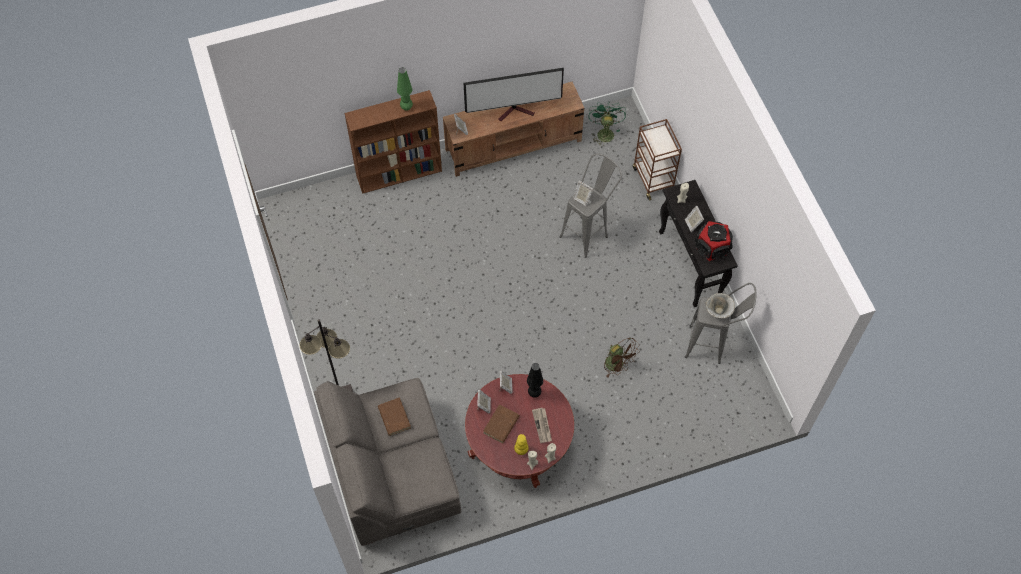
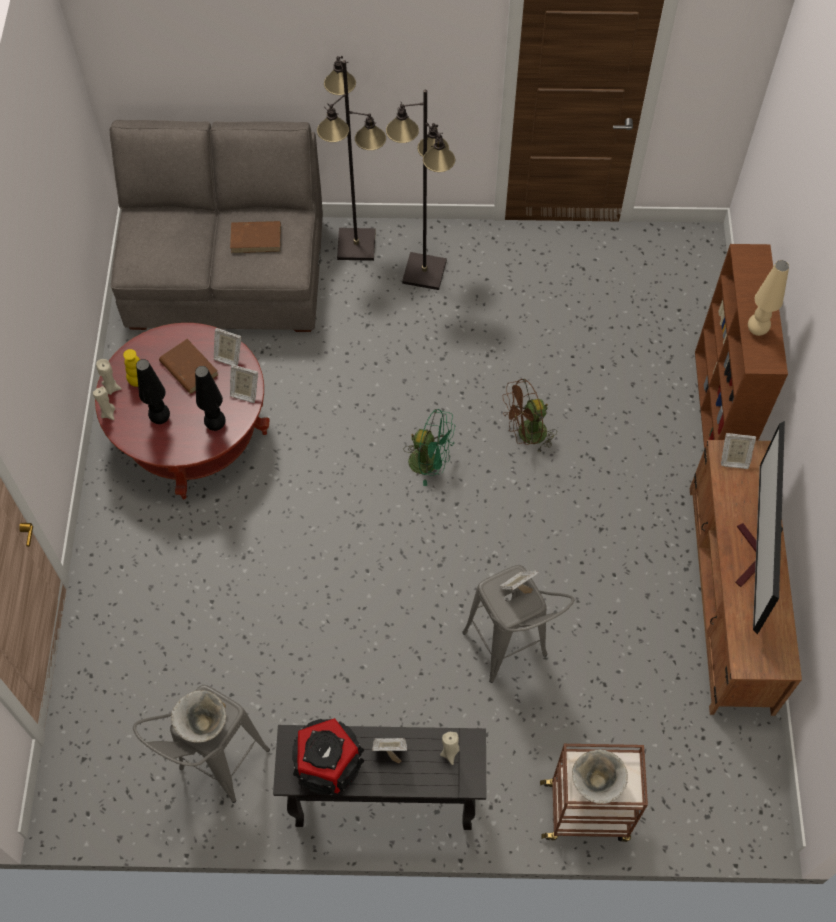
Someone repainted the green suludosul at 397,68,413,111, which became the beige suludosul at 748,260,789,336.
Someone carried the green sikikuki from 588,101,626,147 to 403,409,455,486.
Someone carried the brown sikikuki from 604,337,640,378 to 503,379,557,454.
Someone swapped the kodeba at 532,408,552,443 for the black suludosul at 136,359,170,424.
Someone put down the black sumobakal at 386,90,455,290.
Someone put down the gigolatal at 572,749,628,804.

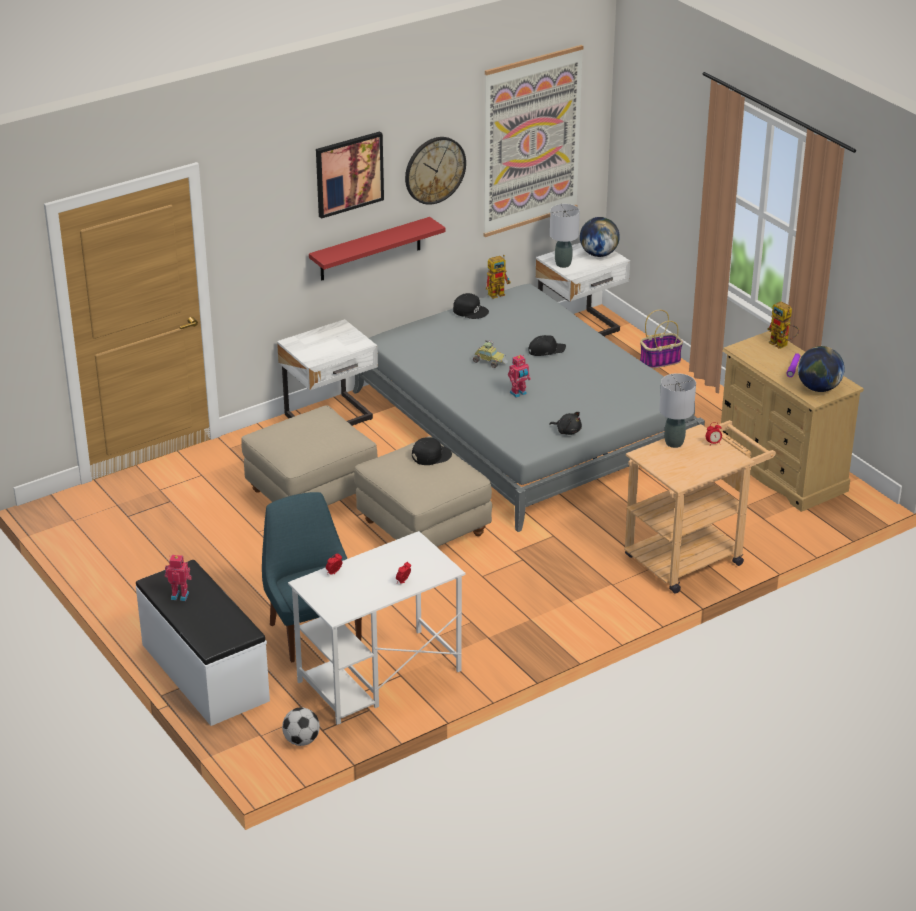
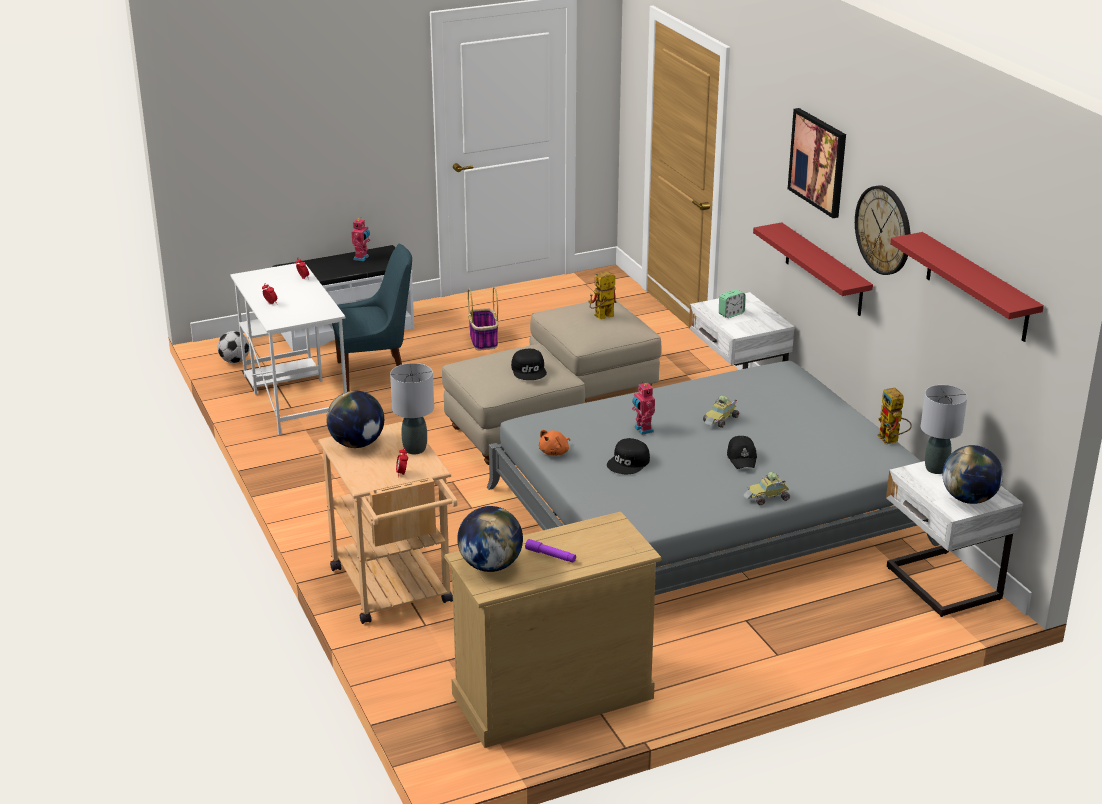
Someone swapped the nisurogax at 483,45,584,237 for the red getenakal at 890,232,1044,342.
Someone carried the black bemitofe from 453,293,489,319 to 607,438,650,474.
Someone carried the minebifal from 767,301,799,349 to 588,271,616,319.
Someone carried the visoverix from 640,310,683,369 to 468,287,498,350.
Someone repainted the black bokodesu at 549,412,582,435, which became the orange bokodesu at 539,430,570,456.
Someone put down the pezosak at 719,289,746,318.
Someone put down the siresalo at 326,391,384,448.
Someone put down the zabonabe at 744,472,790,505.

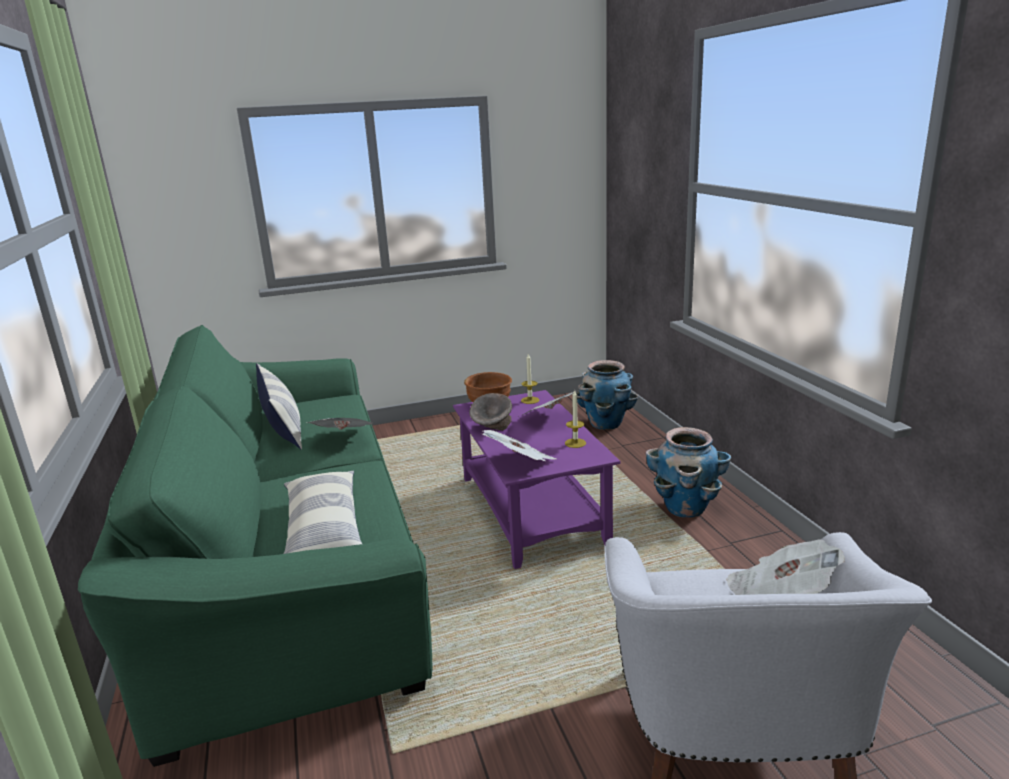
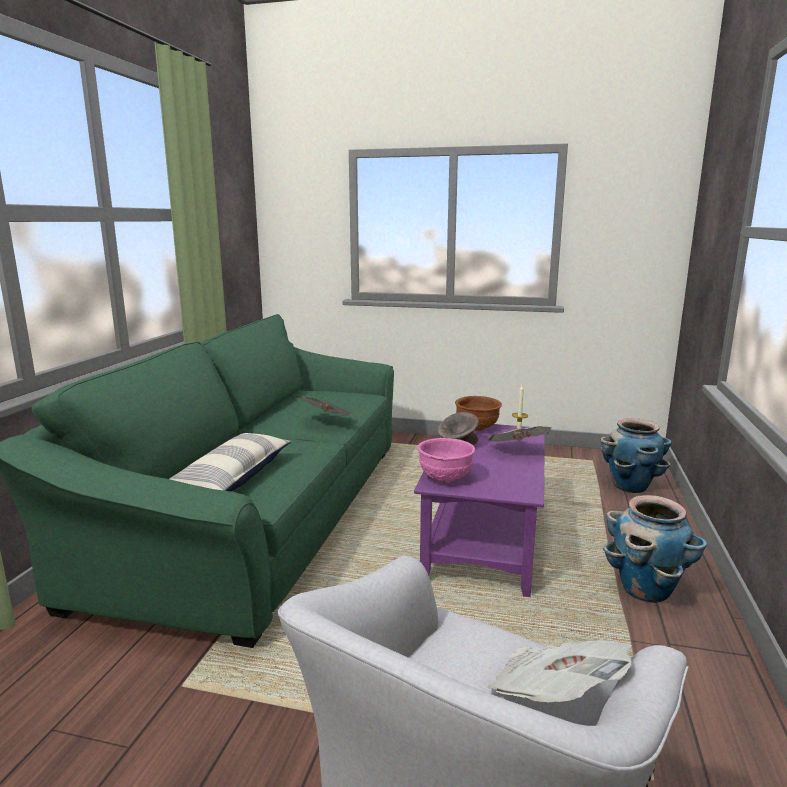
Someone took away the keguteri at 256,363,302,449.
Someone took away the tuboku at 565,389,586,448.
Someone swapped the kodeba at 482,430,556,461 for the pink gigolatal at 417,438,475,482.

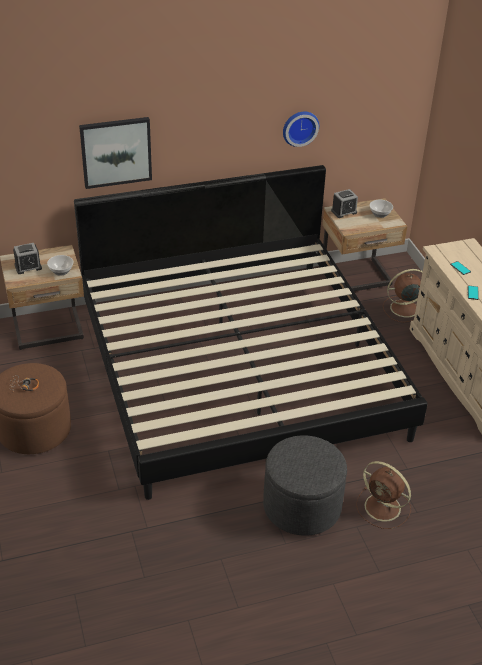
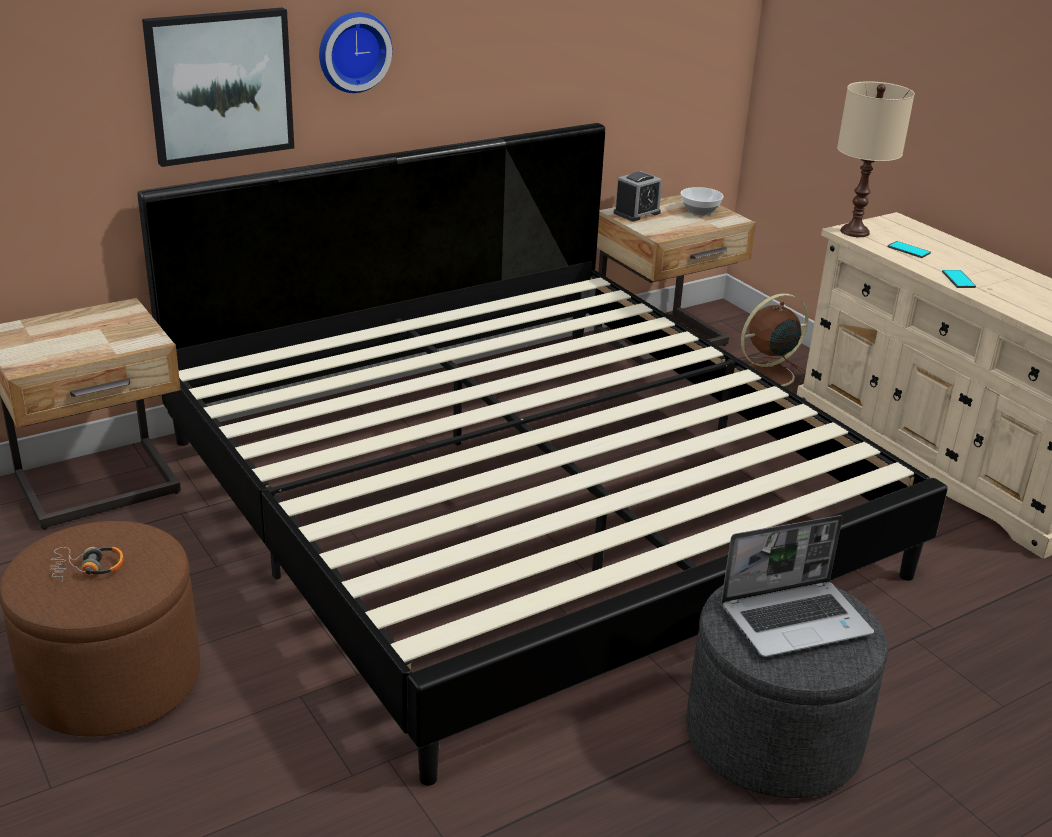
Someone carried the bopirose from 283,112,319,147 to 319,12,392,93.
Someone took away the pezosak at 13,243,42,274.
Someone took away the gigolatal at 47,255,73,276.
Someone took away the brown sikikuki at 356,461,411,529.
Someone put down the beige suludosul at 837,81,915,237.
Someone put down the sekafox at 721,515,874,657.

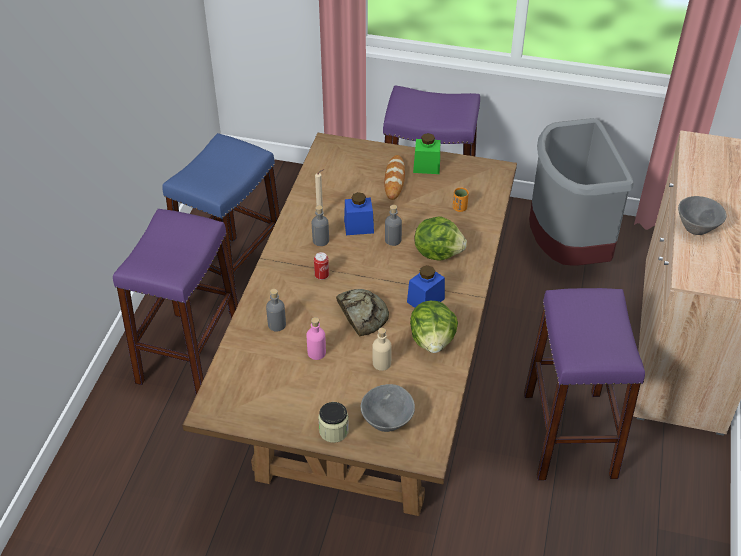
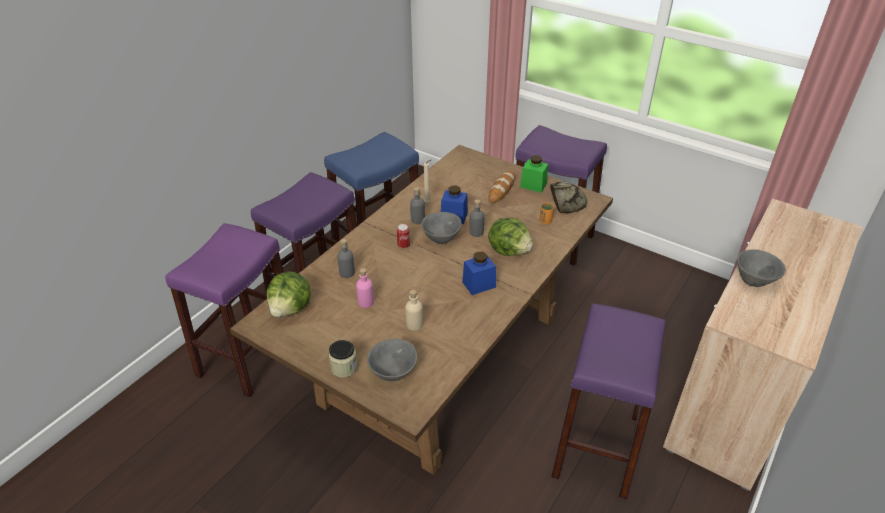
Someone took away the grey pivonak at 529,118,633,266.
Someone carried the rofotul from 336,289,389,336 to 550,181,587,213.
Someone carried the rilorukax from 410,301,458,353 to 267,271,311,317.
Someone put down the grey gigolatal at 421,212,462,244.
Someone put down the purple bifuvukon at 165,223,284,397.

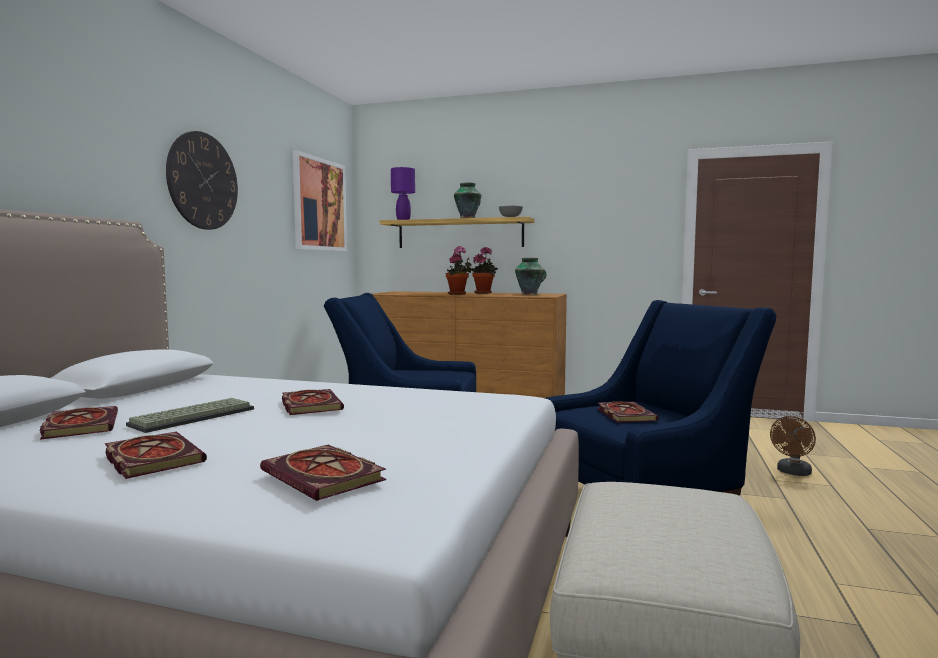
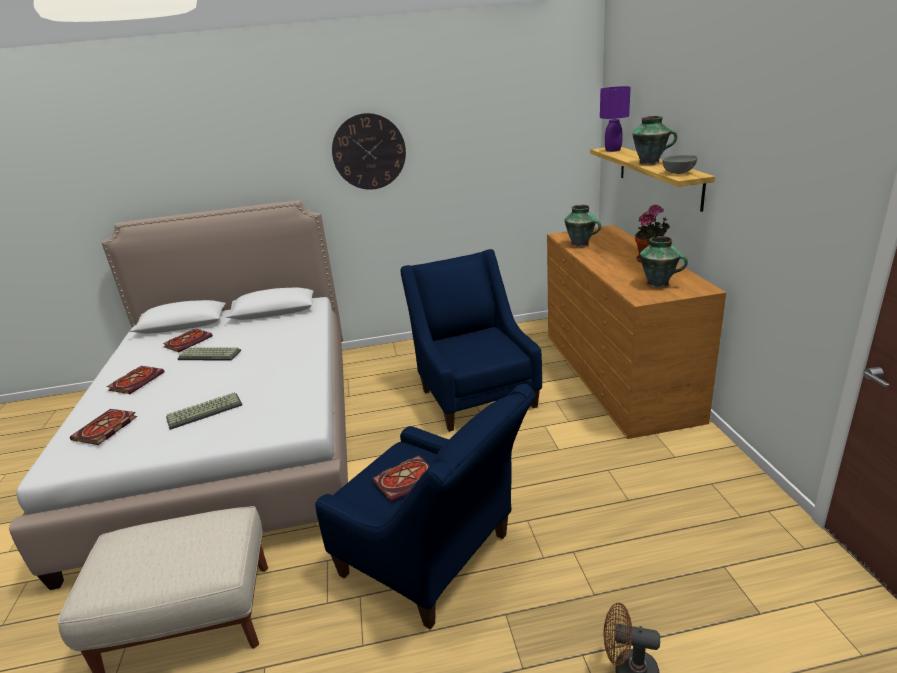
Someone took away the nisurogax at 293,150,347,251.
Someone took away the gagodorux at 445,246,472,295.
Someone took away the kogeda at 282,389,344,415.
Someone put down the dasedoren at 564,205,601,247.
Someone put down the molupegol at 166,392,242,430.

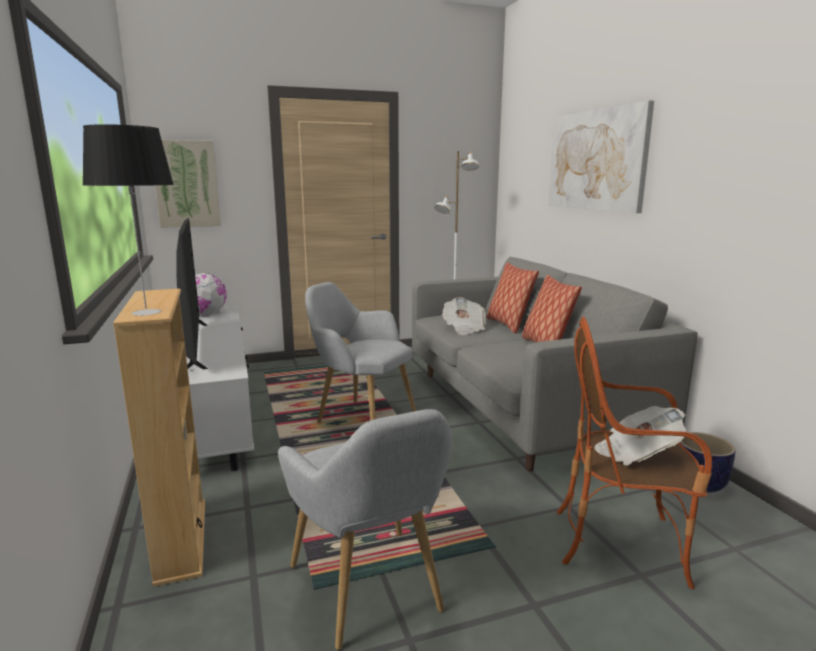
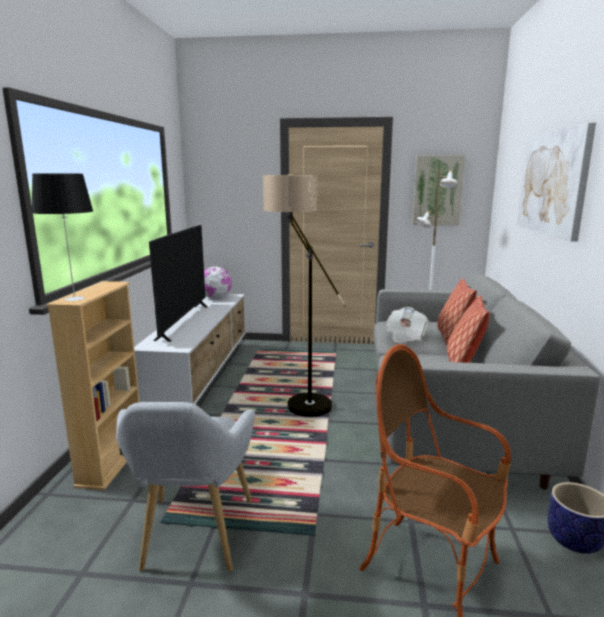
Someone carried the nisurogax from 155,140,221,228 to 412,155,465,225.
Someone swapped the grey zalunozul at 305,282,416,423 for the sumobakal at 263,174,346,417.
Someone took away the kodeba at 594,406,687,466.

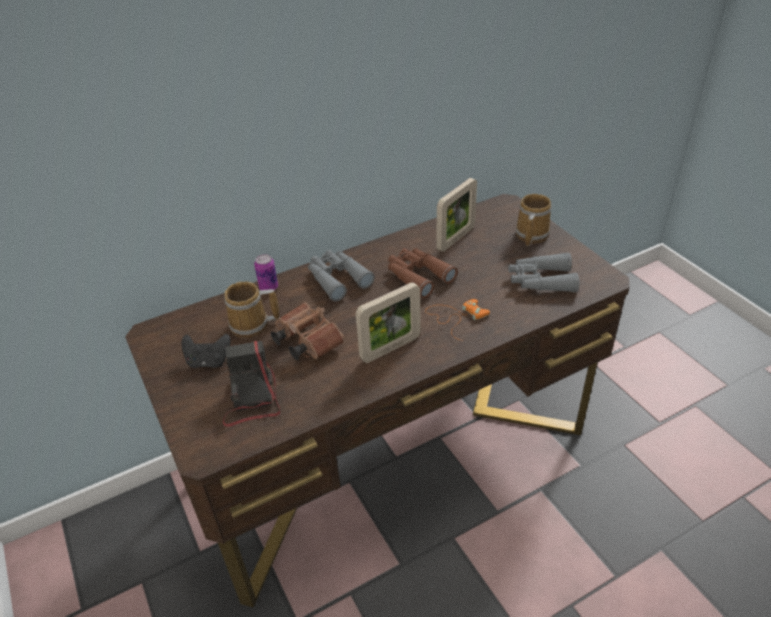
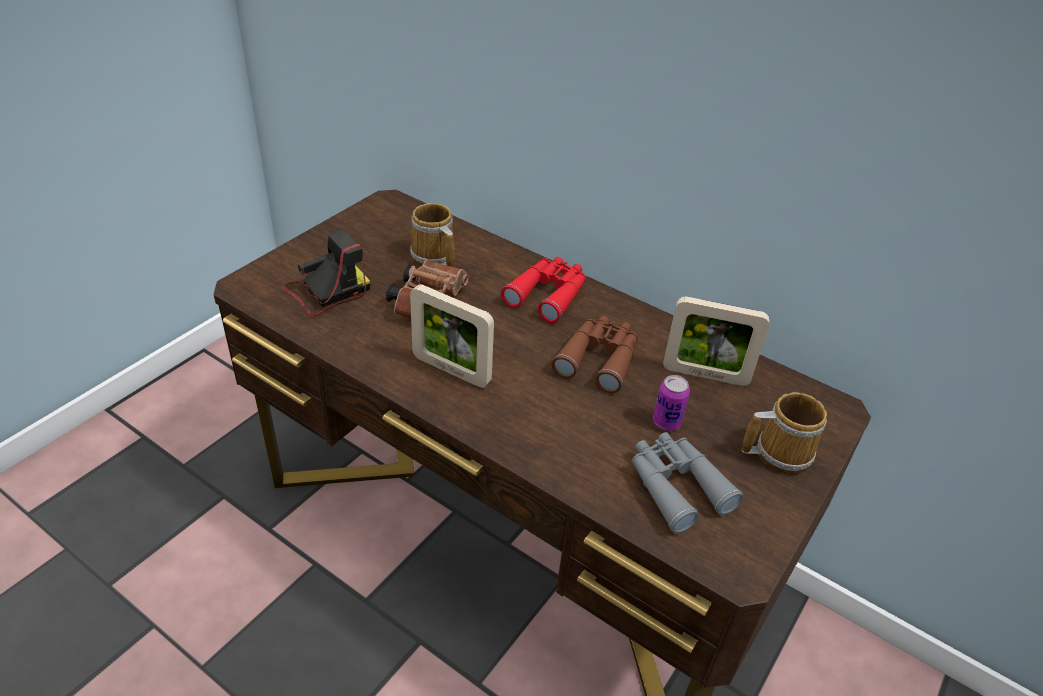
Someone repainted the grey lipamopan at 308,250,375,301, which became the red lipamopan at 501,257,586,323.
Someone carried the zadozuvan from 254,254,278,290 to 653,375,690,431.
Someone took away the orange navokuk at 425,299,490,341.
Someone took away the black navokuk at 181,334,231,368.

